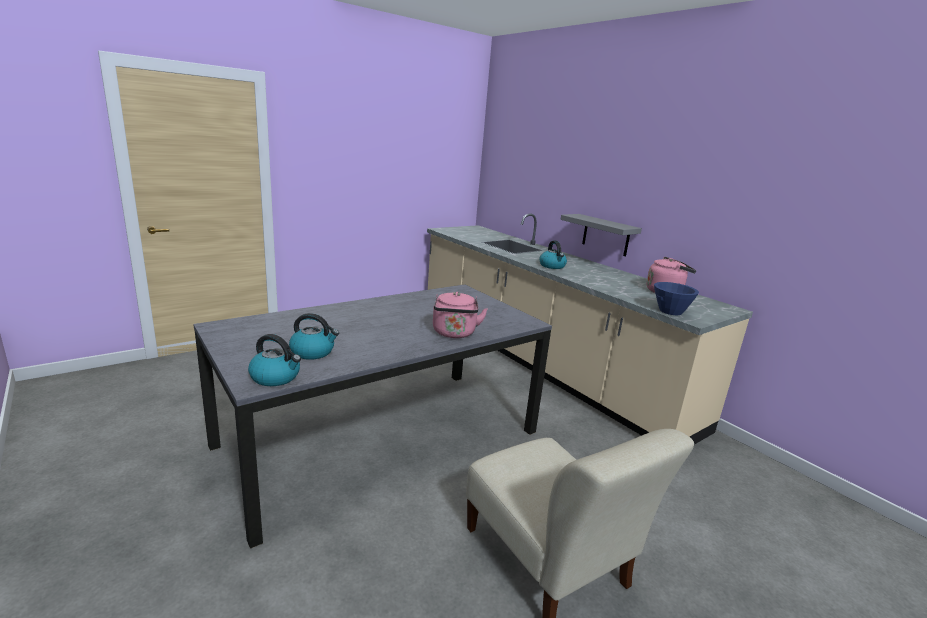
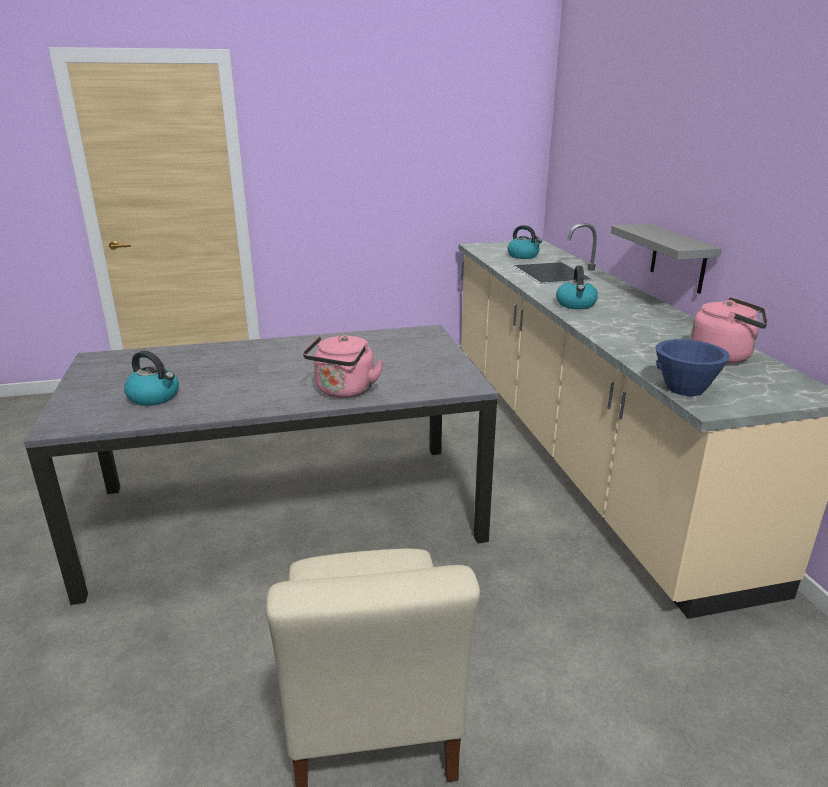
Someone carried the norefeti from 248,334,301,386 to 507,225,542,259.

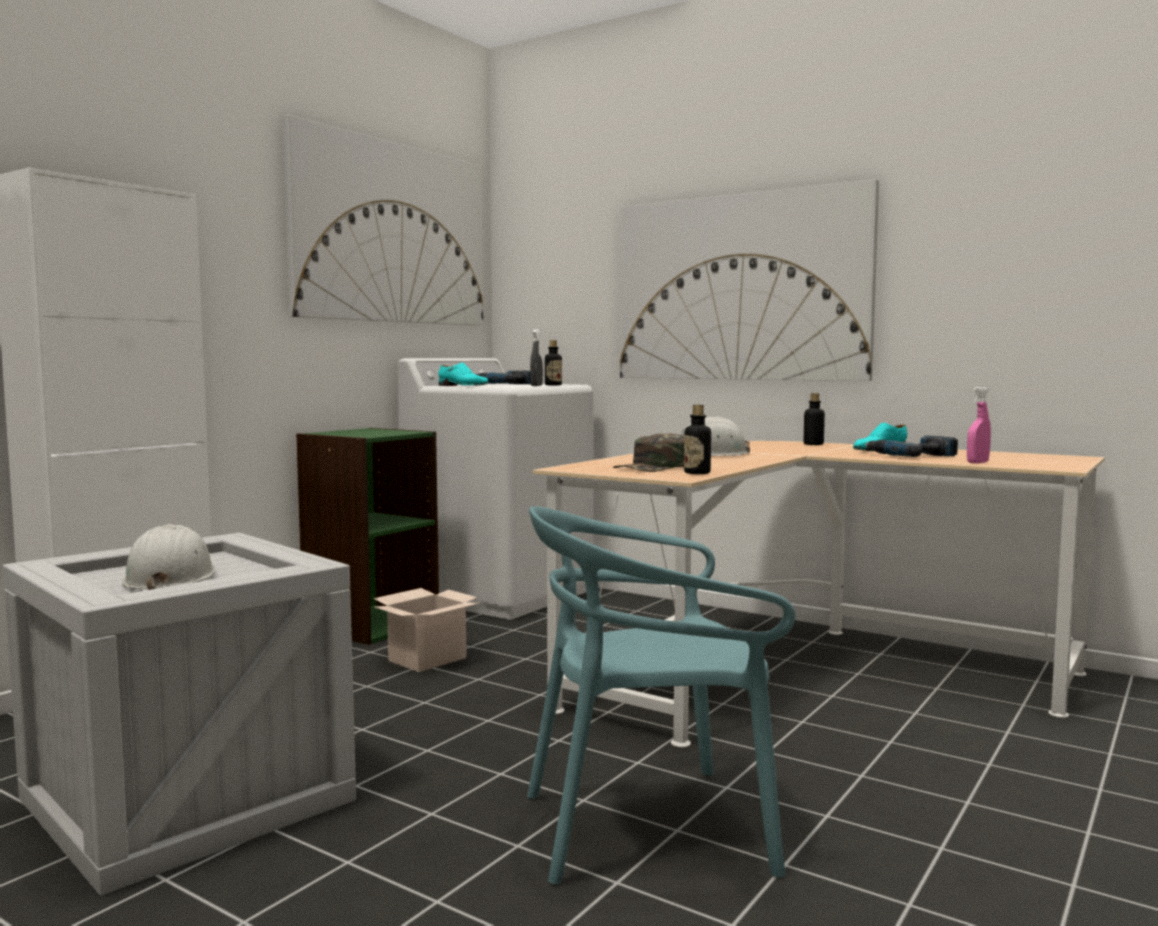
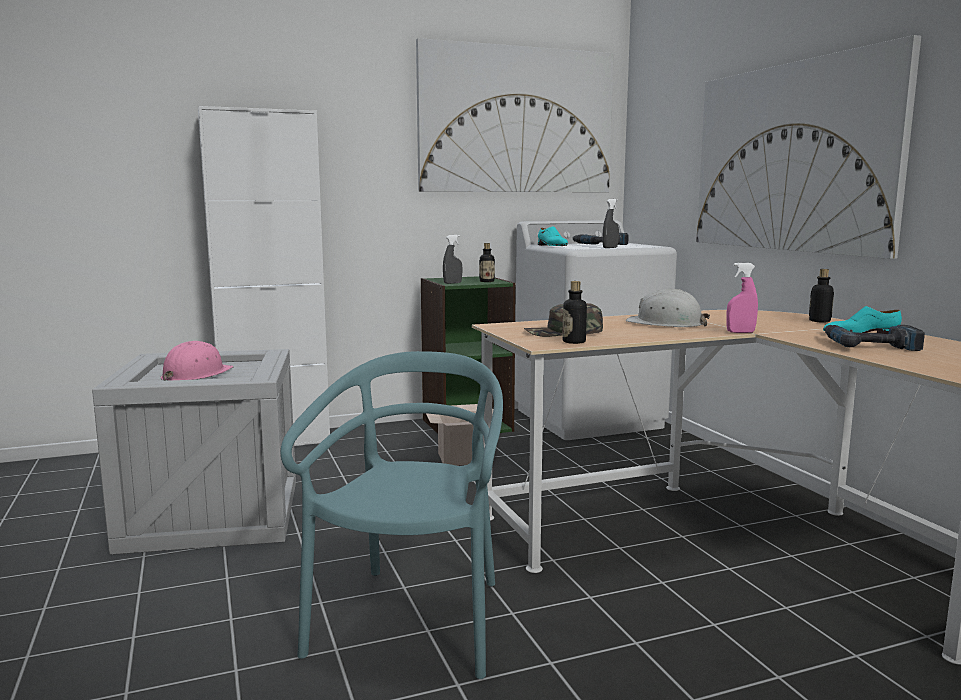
Someone carried the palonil from 545,340,562,385 to 479,243,495,282.
Someone carried the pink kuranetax from 967,387,991,463 to 726,263,758,333.
Someone rotated the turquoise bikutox at 527,506,795,885 by 75 degrees clockwise.
Someone repainted the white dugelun at 122,524,215,590, which became the pink dugelun at 161,341,233,381.
Someone put down the grey kuranetax at 443,235,462,284.

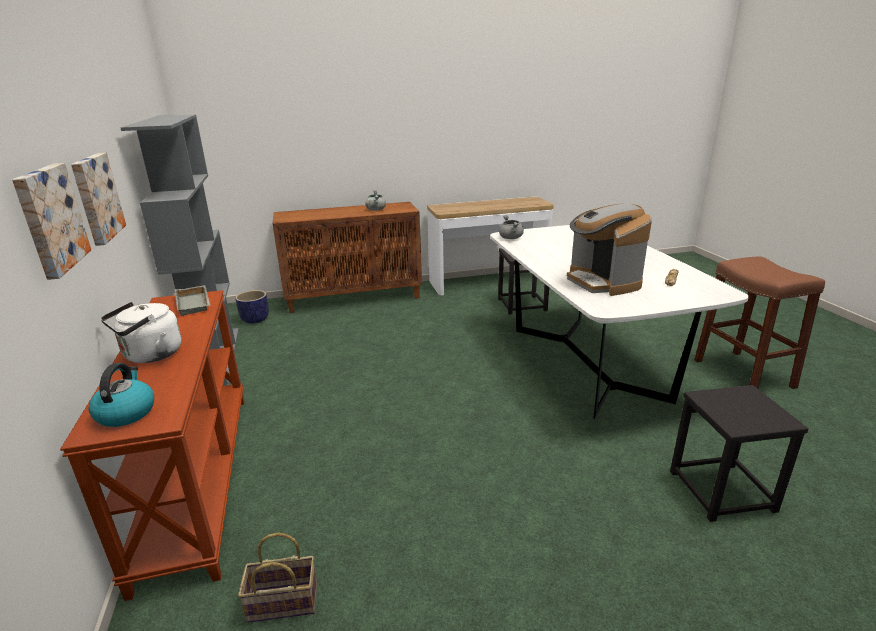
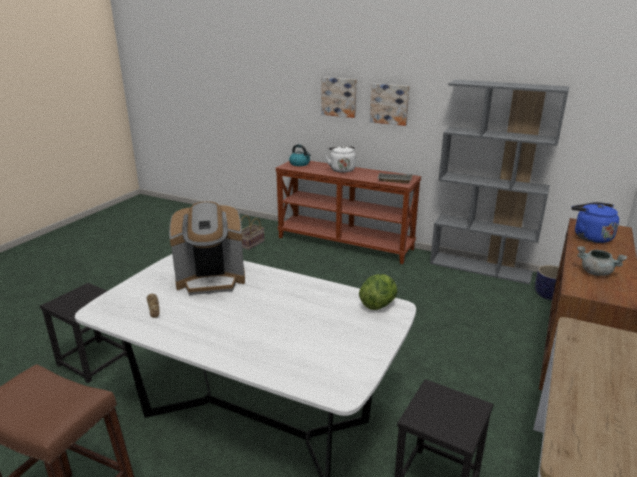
Someone rotated the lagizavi at 567,203,652,296 by 150 degrees clockwise.
Someone swapped the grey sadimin at 499,215,524,239 for the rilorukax at 359,274,398,310.
Someone put down the blue norefeti at 571,202,619,243.

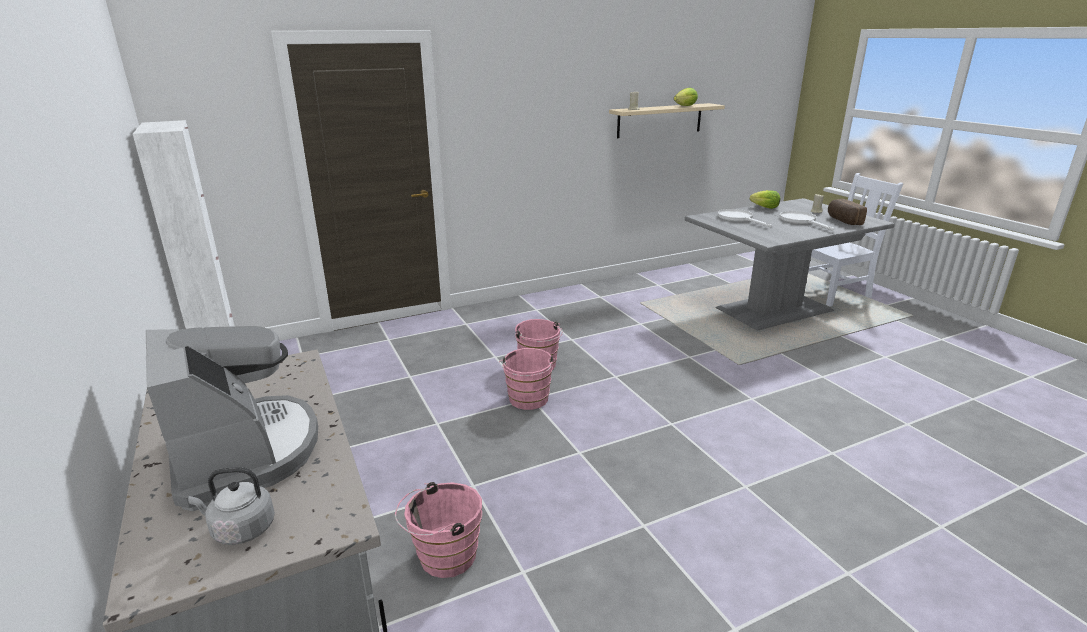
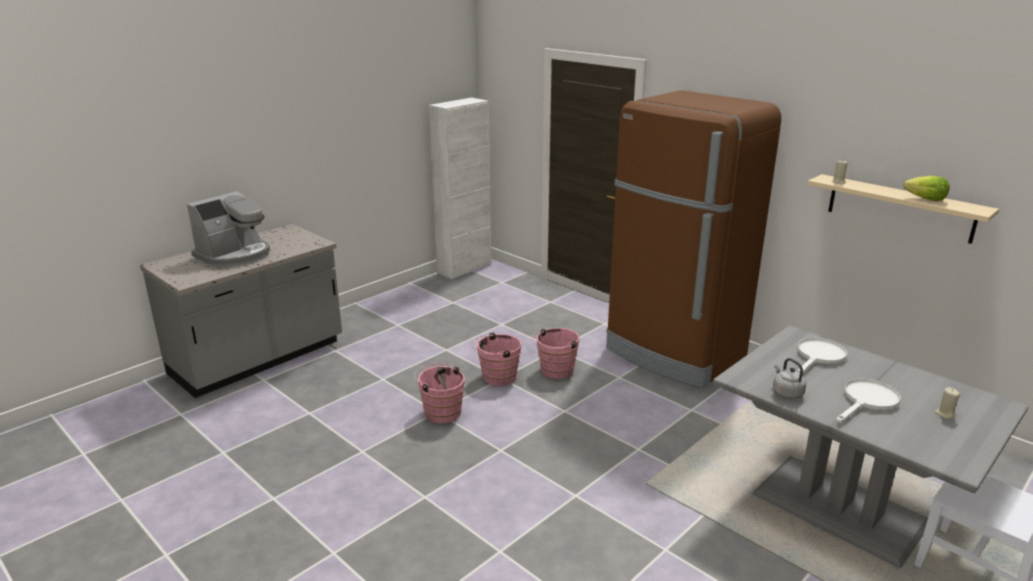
Someone took away the rilorukax at 750,190,780,209.
Someone took away the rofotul at 828,199,867,225.
Someone carried the grey norefeti from 188,467,275,545 to 773,358,806,399.
Someone carried the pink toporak from 395,482,482,578 to 414,363,465,424.
Someone put down the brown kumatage at 606,90,781,388.

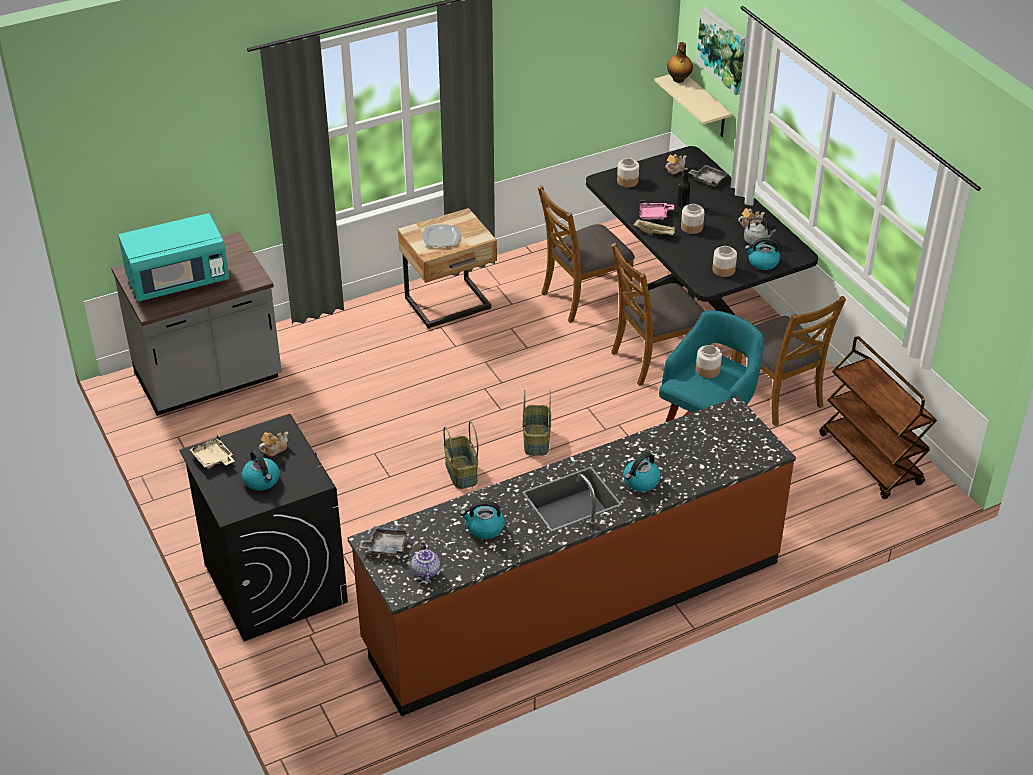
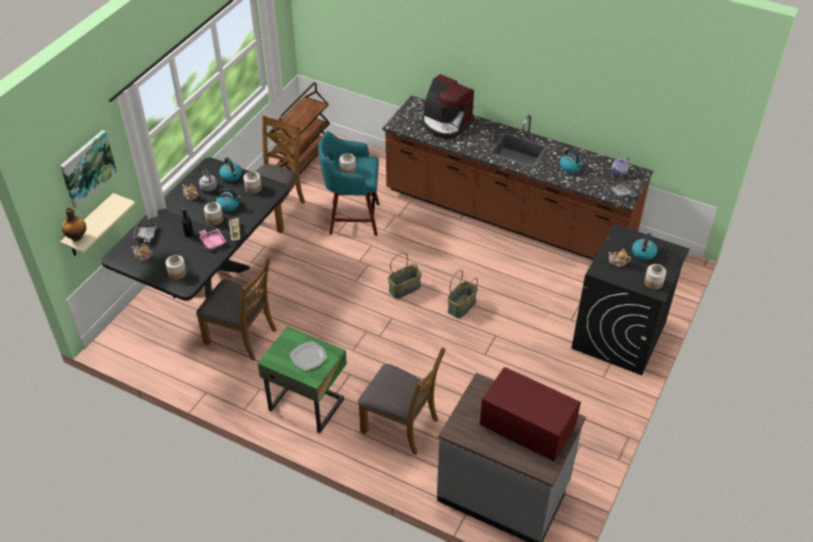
Someone repainted the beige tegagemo at 398,208,497,329, which became the green tegagemo at 258,326,347,433.
Someone repainted the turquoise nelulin at 118,213,229,302, which became the red nelulin at 479,367,581,462.
Someone carried the brown bikutox from 611,242,704,386 to 358,347,446,455.
Someone swapped the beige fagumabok at 189,435,234,468 for the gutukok at 644,264,666,290.
Someone carried the norefeti from 623,452,661,492 to 216,188,241,212.
Someone put down the lagizavi at 422,74,474,139.

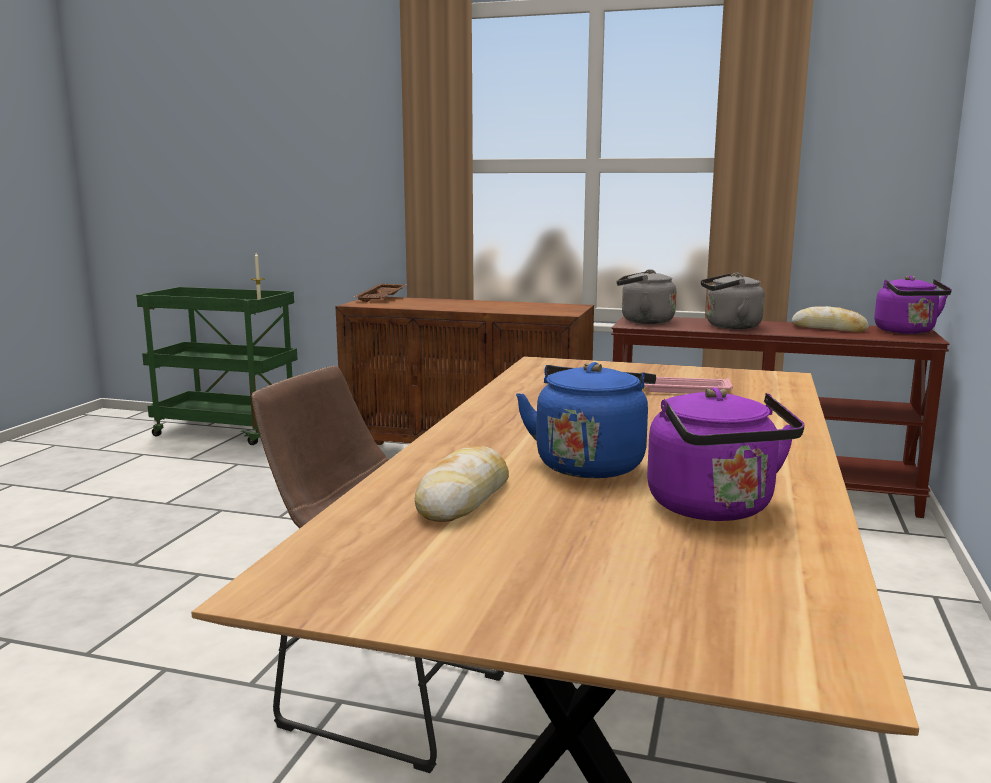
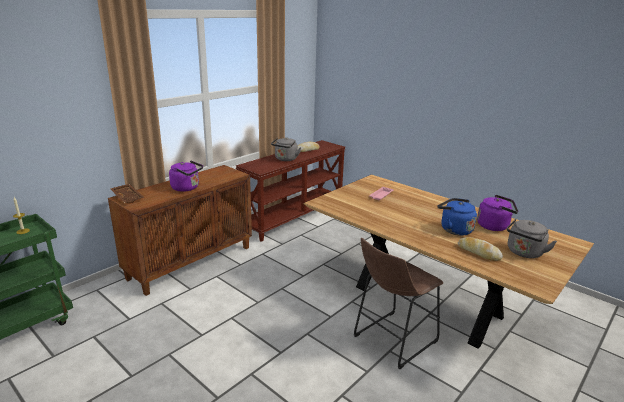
Someone carried the grey norefeti from 617,269,676,324 to 507,219,557,258.
Someone carried the purple norefeti from 874,276,952,334 to 169,160,203,192.

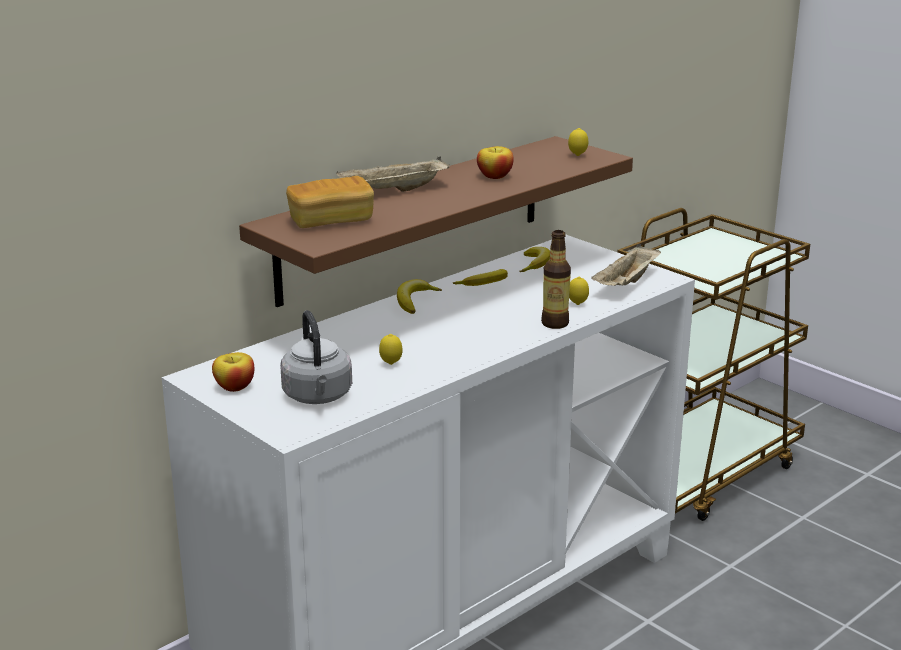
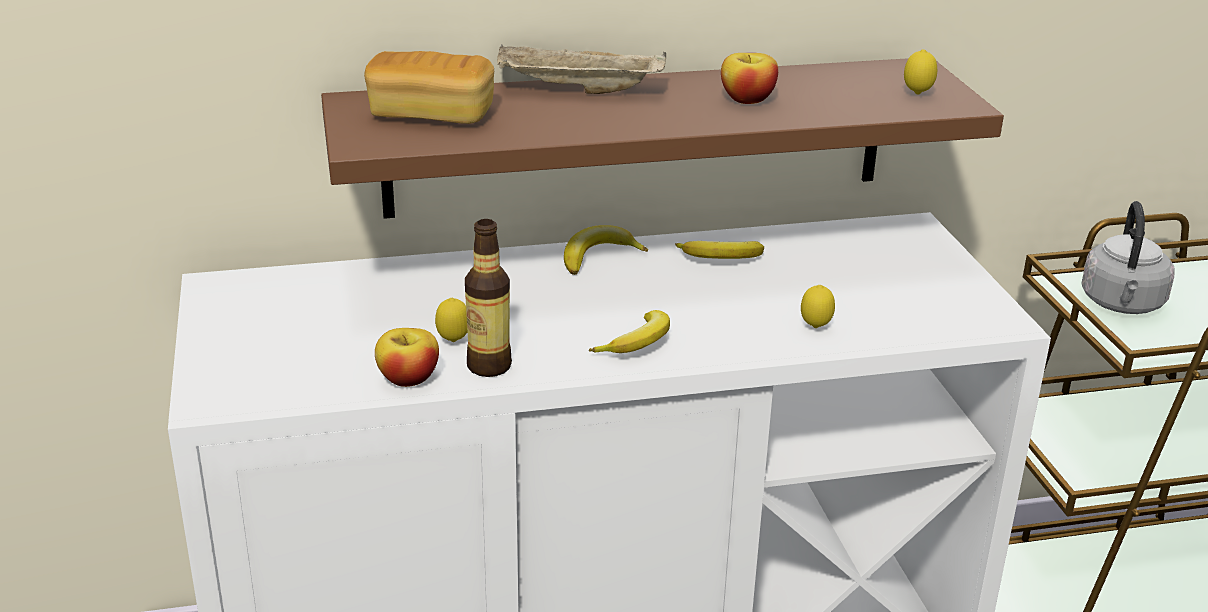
Someone carried the palonil from 541,230,571,329 to 465,219,512,377.
Someone took away the beige fagumabok at 591,244,661,286.
Someone carried the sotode from 519,247,550,272 to 589,310,670,353.
Someone carried the grey norefeti from 280,310,352,404 to 1081,201,1175,314.
Someone carried the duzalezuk from 212,352,254,392 to 375,328,439,387.

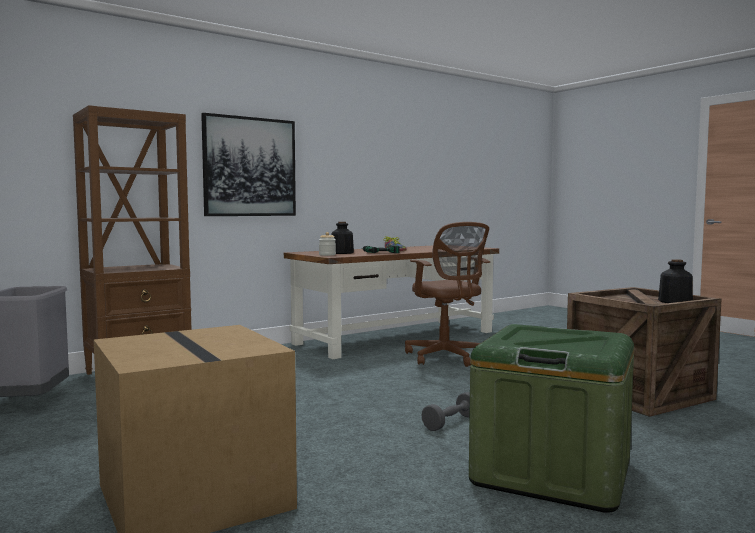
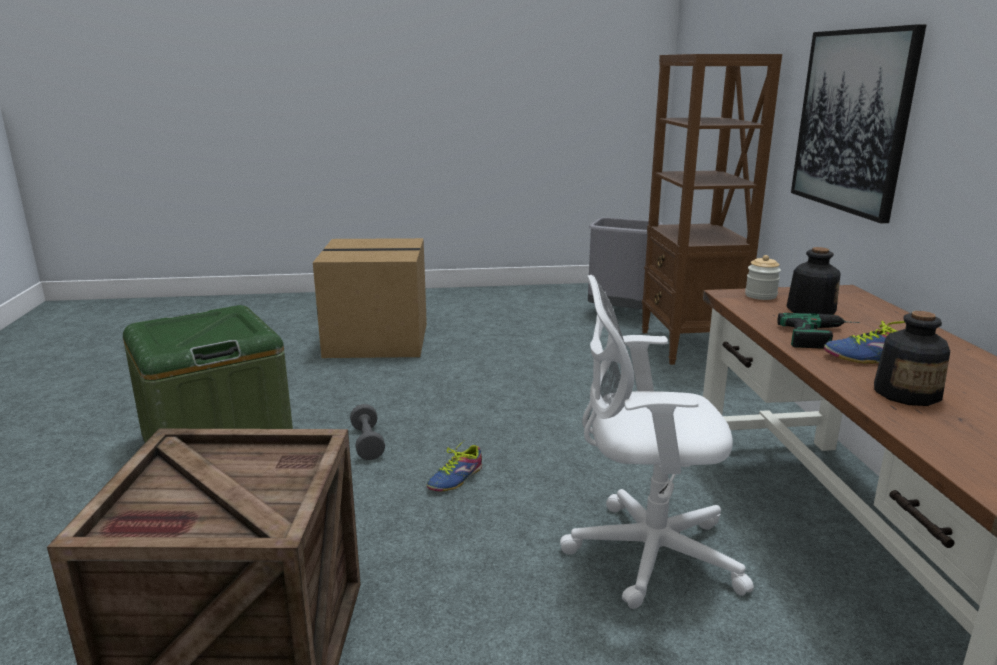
Someone repainted the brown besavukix at 405,222,490,367, which became the white besavukix at 560,275,754,609.
Someone carried the palonil from 658,259,693,303 to 874,311,950,406.
Someone put down the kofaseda at 427,440,482,491.

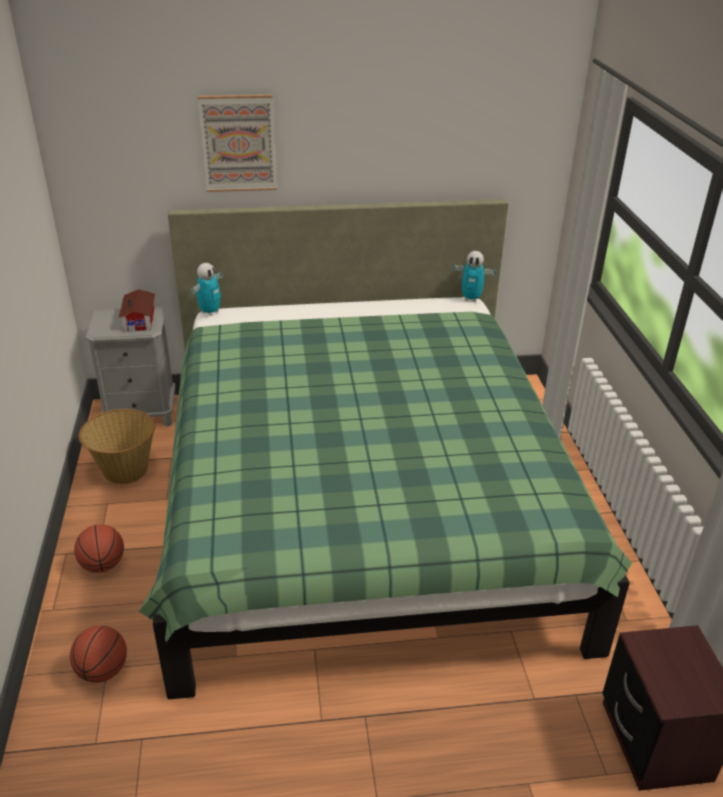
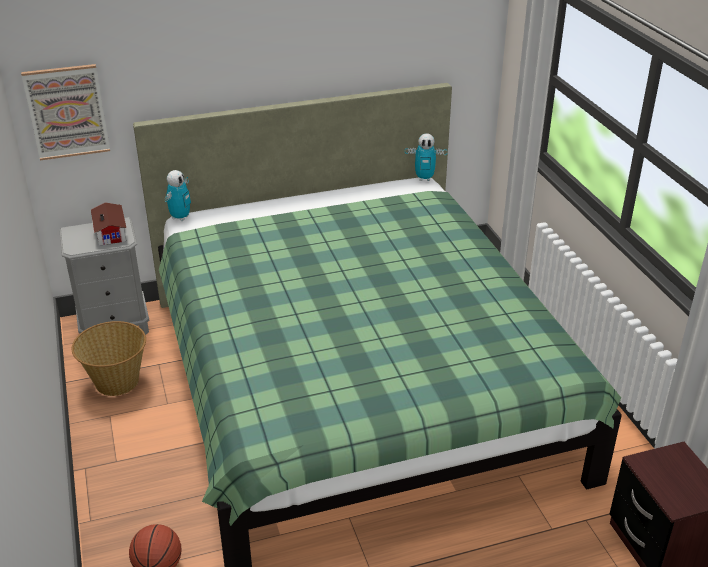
Someone carried the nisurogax from 198,94,277,192 to 21,64,110,160.
Someone took away the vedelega at 74,524,124,573.

